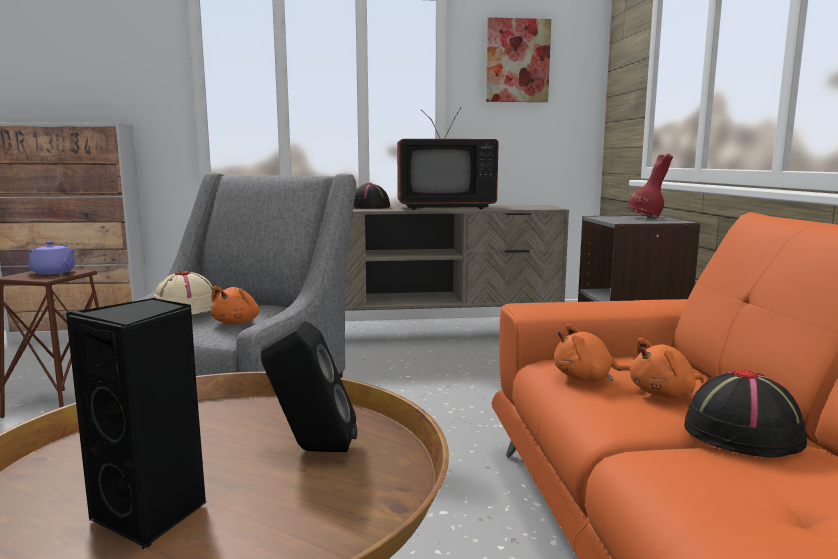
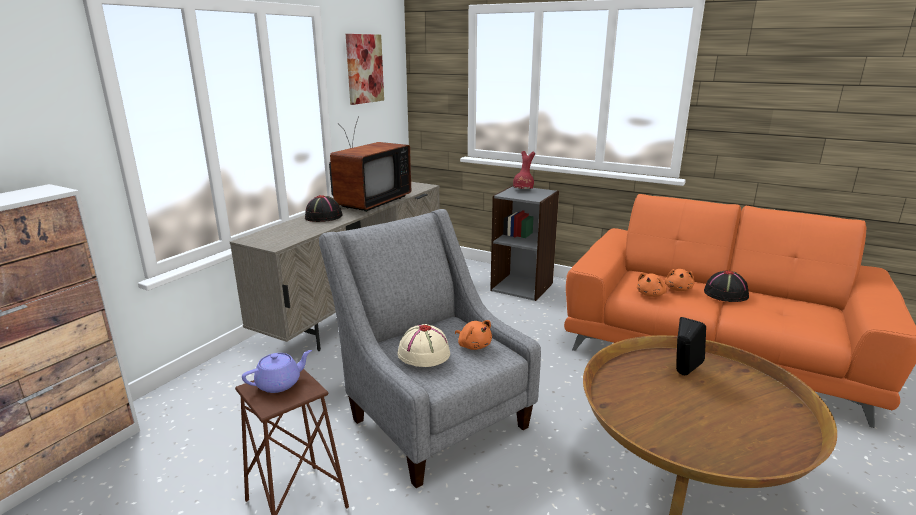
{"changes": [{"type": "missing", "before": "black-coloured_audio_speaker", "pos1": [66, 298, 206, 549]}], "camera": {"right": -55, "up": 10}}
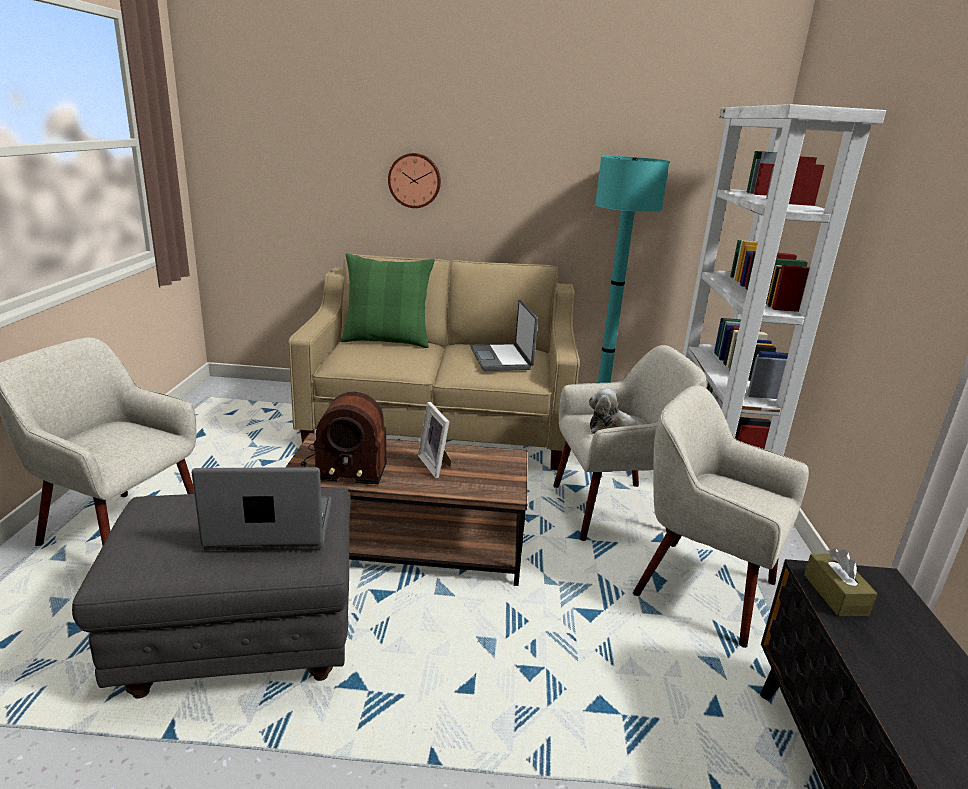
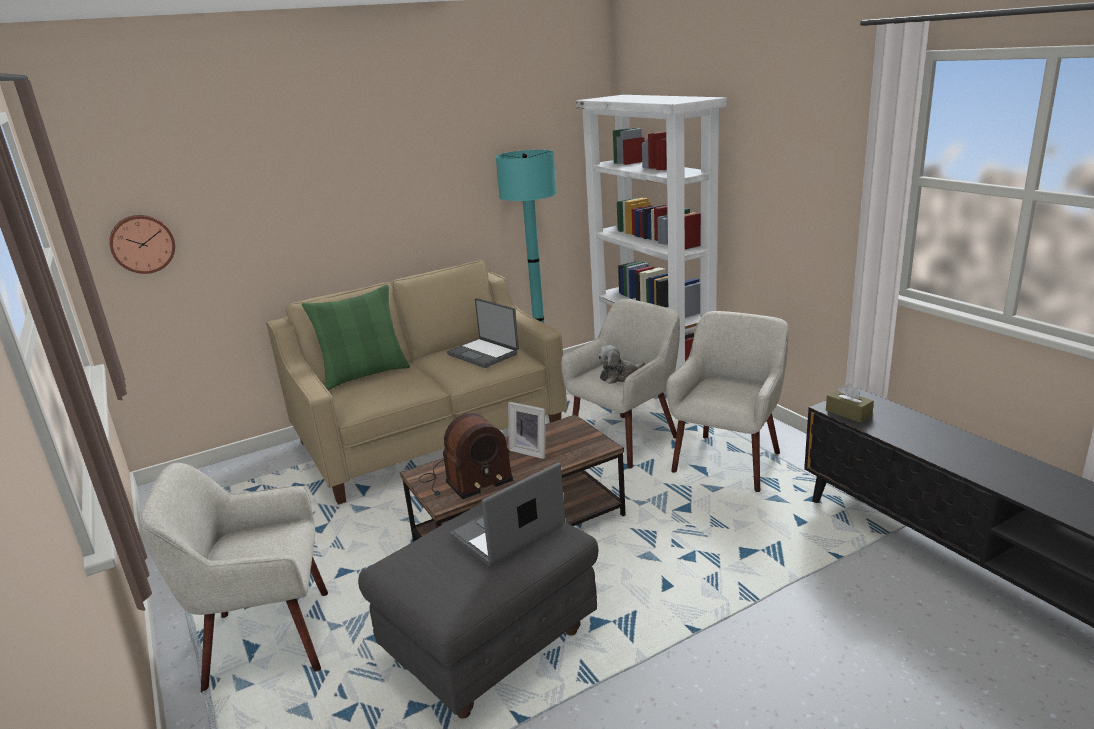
{"changes": [{"type": "relocated", "before": "clock_on_the_wall", "pos1": [388, 153, 441, 208], "pos2": [109, 215, 175, 274]}, {"type": "spun", "before": "sand-coloured_armchair", "pos1": [633, 385, 809, 648], "pos2": [666, 311, 789, 492], "turn": 120}], "camera": {"right": -30, "up": 0}}
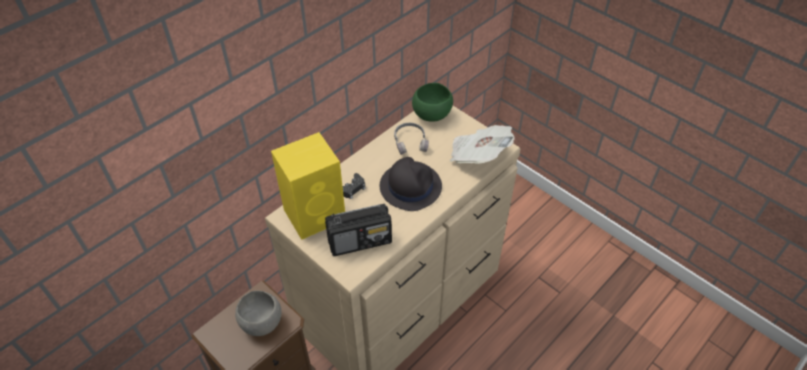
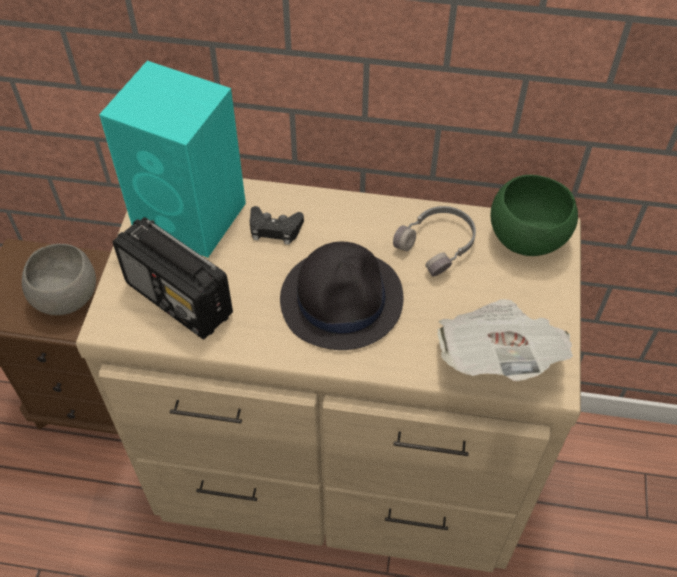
{"changes": [{"type": "colour", "before": "yellowish_audio_speaker", "after": "turquoise_audio_speaker", "pos1": [271, 132, 345, 240], "pos2": [99, 61, 246, 258]}], "camera": {"right": 55, "up": 5}}
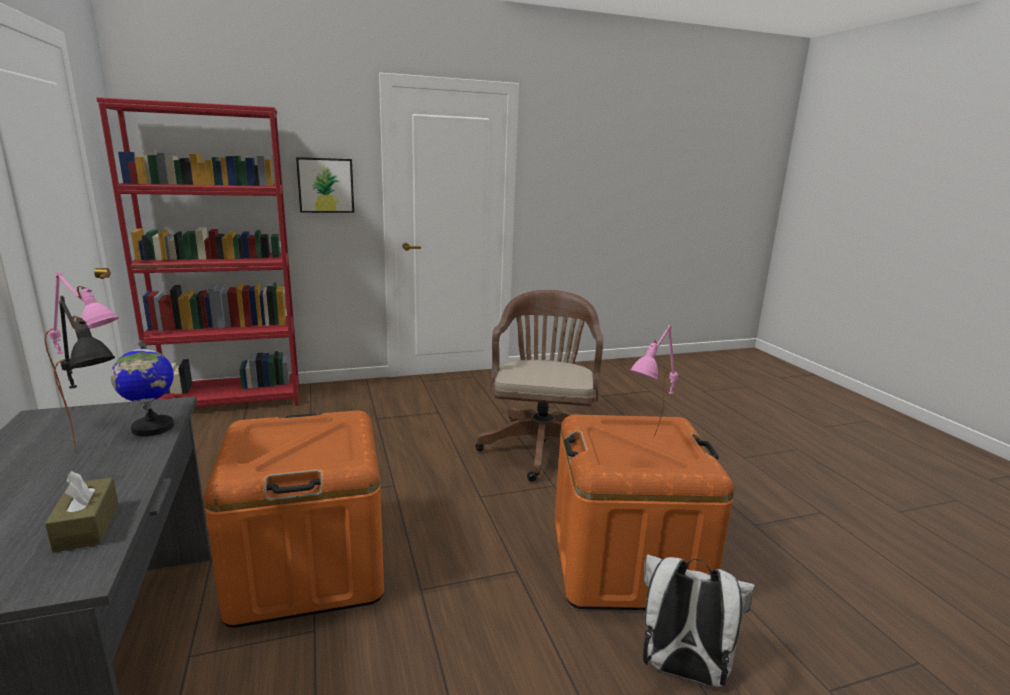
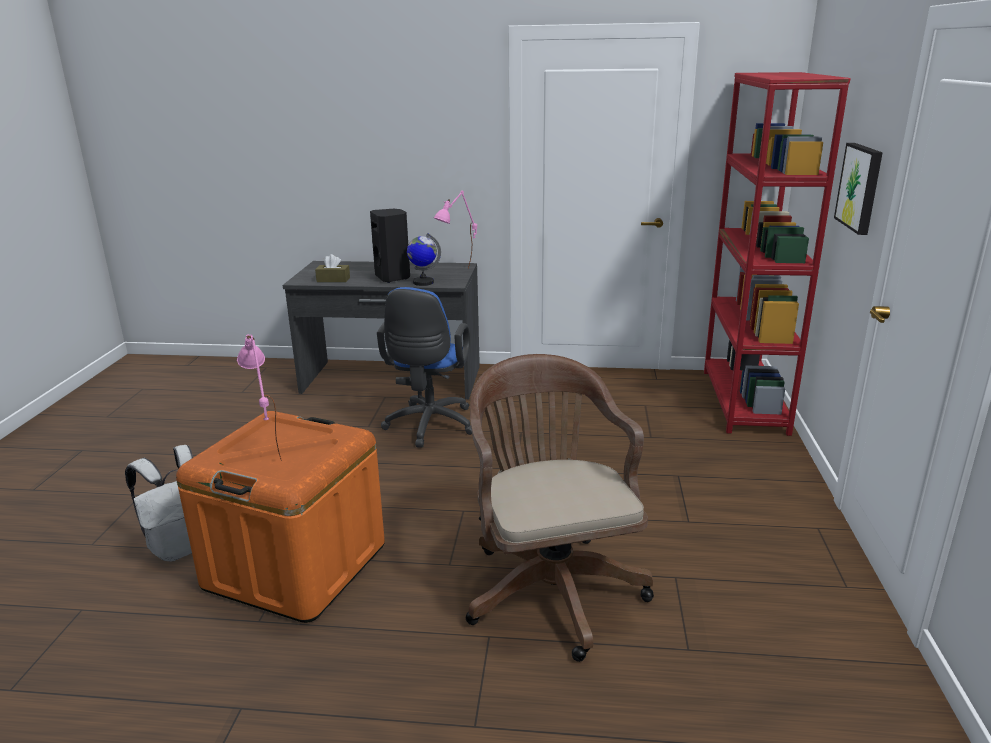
{"changes": [{"type": "exchanged", "before": "black-coloured_lamp_for_a_table", "after": "black-coloured_audio_speaker", "pos1": [54, 296, 115, 453], "pos2": [370, 209, 410, 283]}, {"type": "exchanged", "before": "orange_storage_box", "after": "blue-coloured_desk_chair", "pos1": [203, 410, 384, 628], "pos2": [377, 287, 472, 448]}, {"type": "spun", "before": "brown_desk_chair", "pos1": [475, 290, 603, 482], "pos2": [466, 354, 654, 662], "turn": -135}], "camera": {"right": 115, "up": 5}}
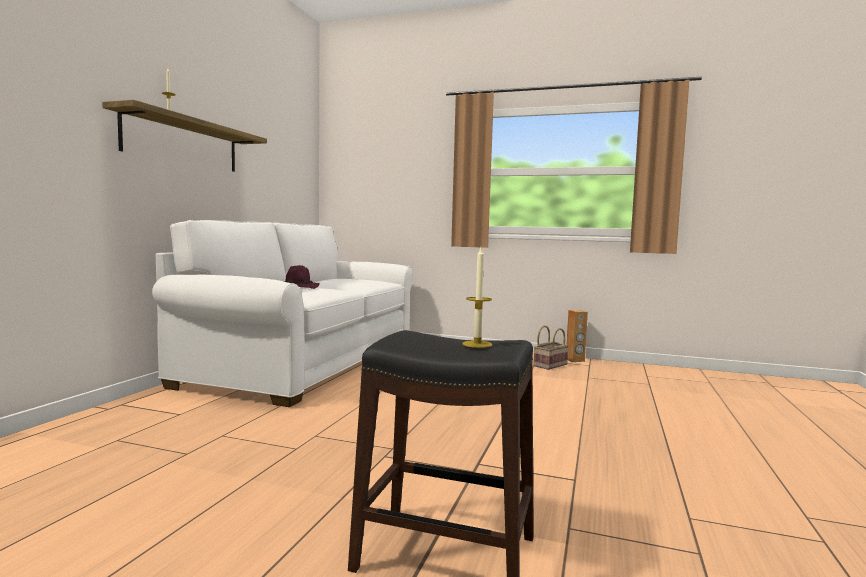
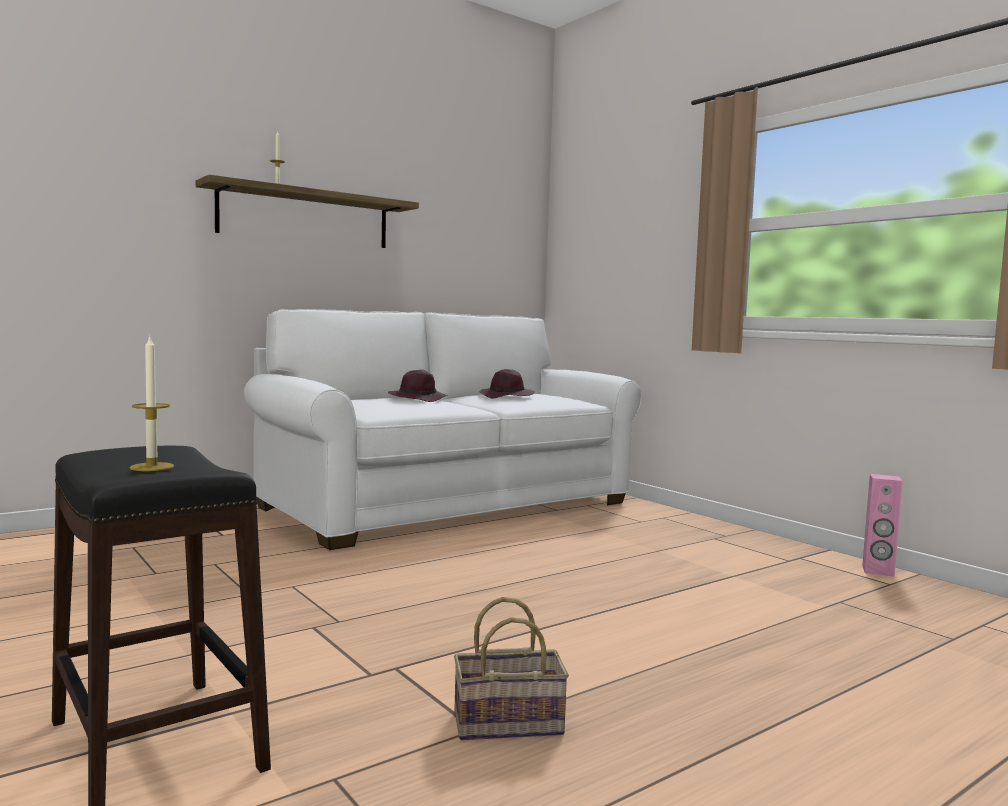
{"changes": [{"type": "appeared", "after": "purplish_clothing_hat", "pos2": [480, 369, 535, 398]}, {"type": "relocated", "before": "storage_basket", "pos1": [533, 326, 569, 370], "pos2": [454, 597, 569, 740]}, {"type": "colour", "before": "brown_audio_speaker", "after": "pink_audio_speaker", "pos1": [567, 310, 588, 362], "pos2": [862, 474, 903, 577]}], "camera": {"right": 35, "up": 0}}
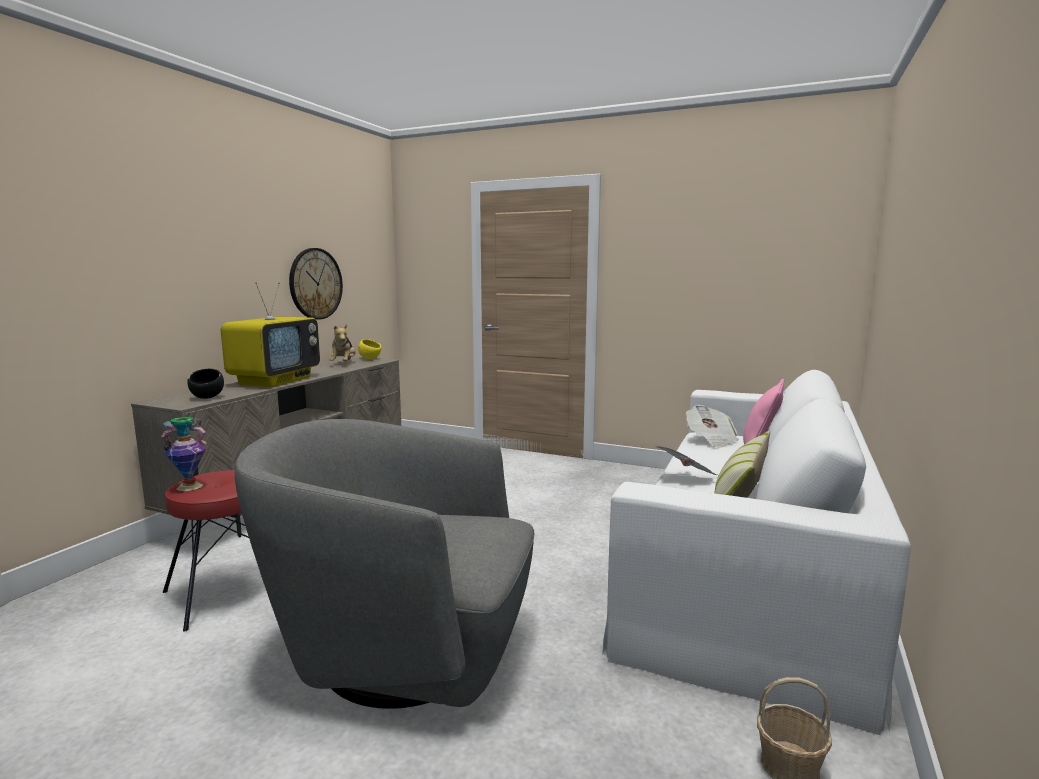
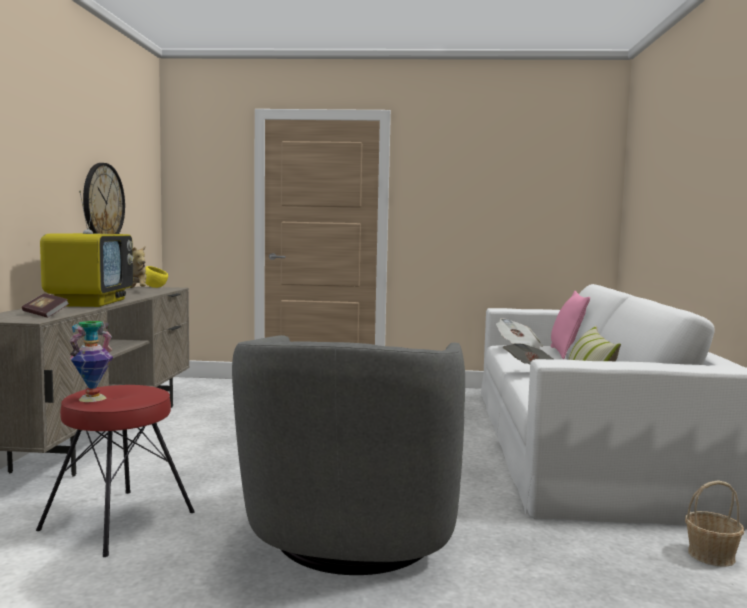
{"changes": [{"type": "exchanged", "before": "black-coloured_serving_bowl", "after": "volume", "pos1": [187, 369, 224, 399], "pos2": [22, 294, 69, 318]}, {"type": "spun", "before": "grey_armchair", "pos1": [235, 419, 534, 709], "pos2": [232, 335, 465, 575], "turn": -75}], "camera": {"right": -20, "up": -5}}
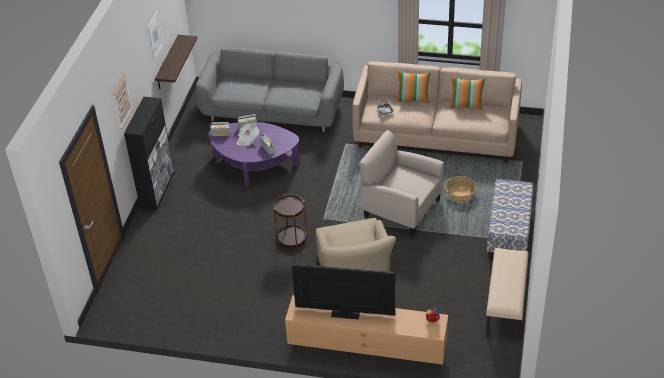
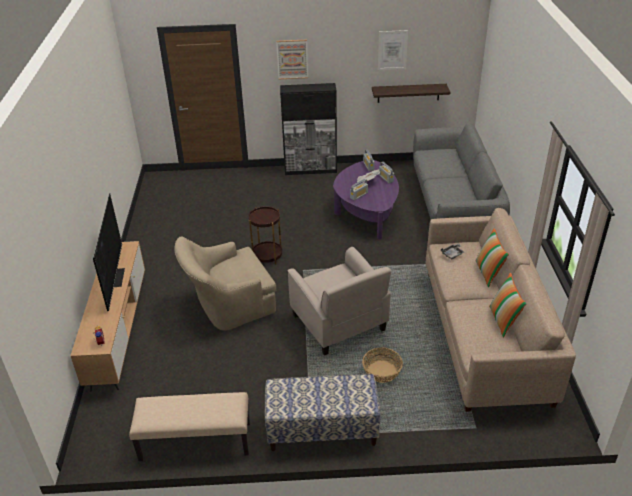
{"changes": [{"type": "spun", "before": "sand-coloured_armchair", "pos1": [359, 130, 444, 236], "pos2": [288, 247, 391, 356], "turn": 135}], "camera": {"right": 75, "up": -5}}
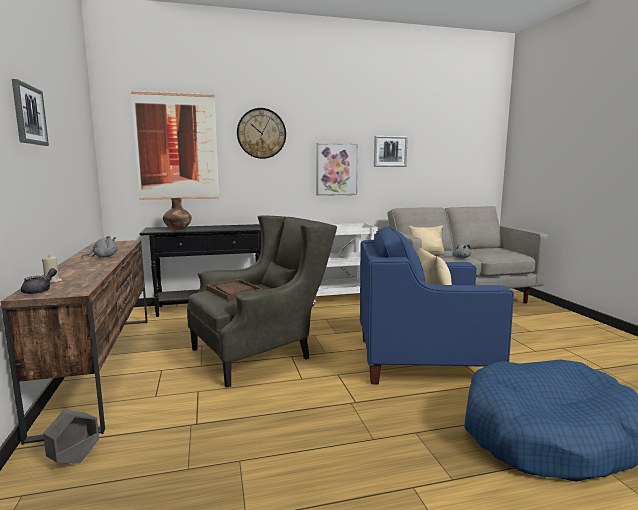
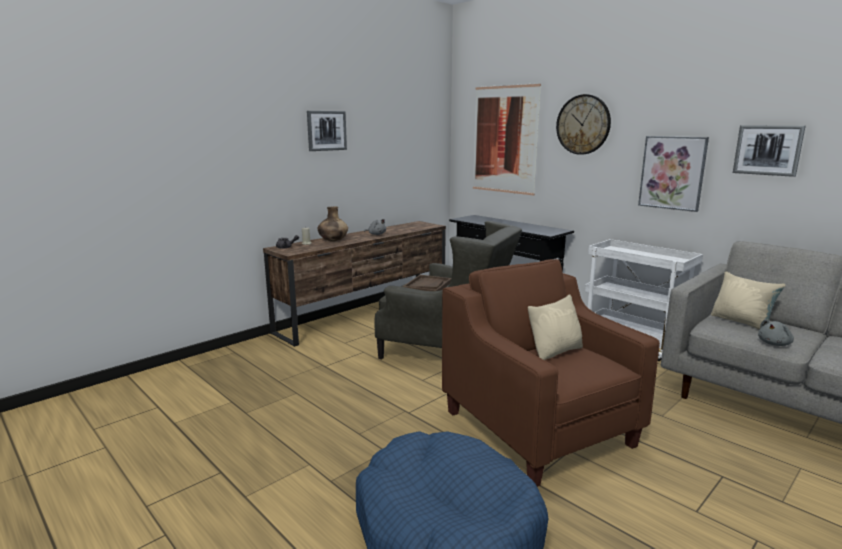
{"changes": [{"type": "missing", "before": "grey_flower_pot", "pos1": [43, 410, 99, 463]}, {"type": "relocated", "before": "brown_decorative_vase", "pos1": [163, 198, 192, 230], "pos2": [317, 207, 348, 242]}, {"type": "colour", "before": "blue-coloured_armchair", "after": "brown_armchair", "pos1": [360, 226, 514, 384], "pos2": [442, 259, 660, 487]}], "camera": {"right": 60, "up": 5}}
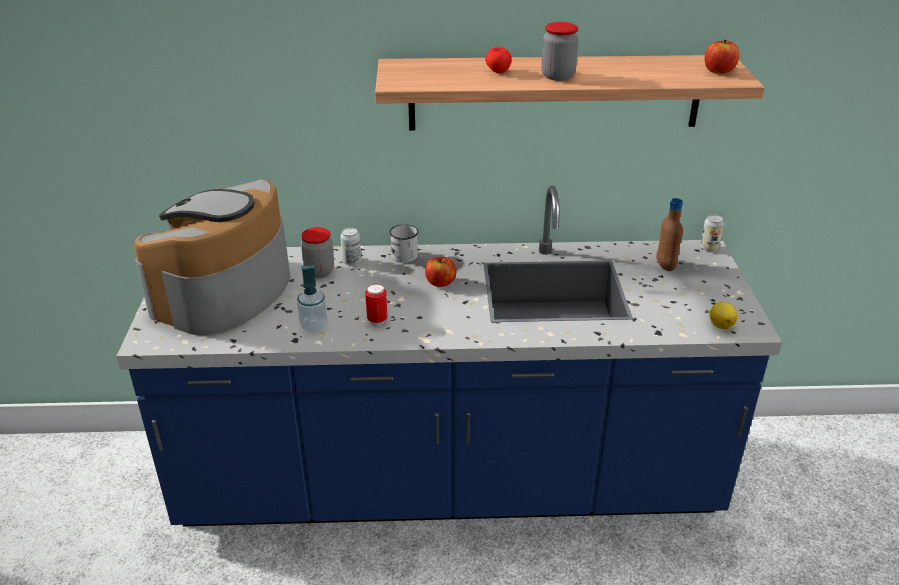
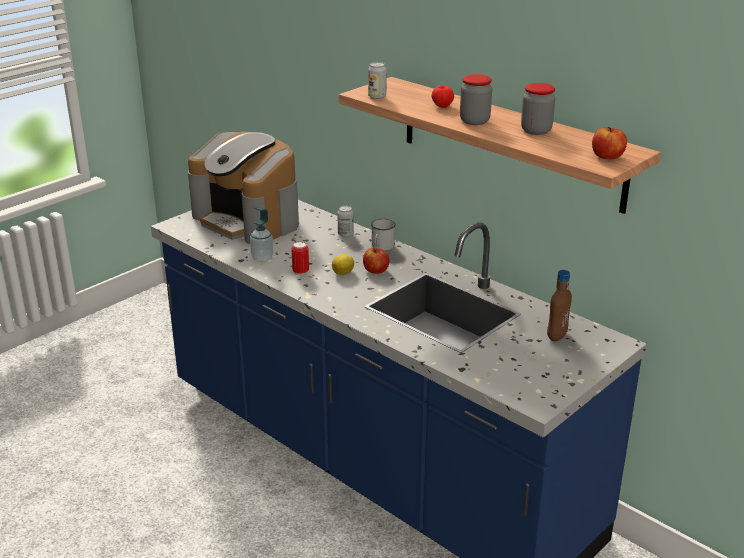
{"changes": [{"type": "relocated", "before": "jar", "pos1": [301, 227, 334, 278], "pos2": [521, 83, 555, 135]}, {"type": "relocated", "before": "metal_can", "pos1": [700, 215, 724, 252], "pos2": [368, 62, 387, 99]}, {"type": "relocated", "before": "lemon", "pos1": [709, 302, 737, 329], "pos2": [332, 254, 354, 275]}, {"type": "spun", "before": "coffee_maker", "pos1": [134, 180, 290, 335], "pos2": [188, 131, 299, 244], "turn": -120}], "camera": {"right": 45, "up": -5}}
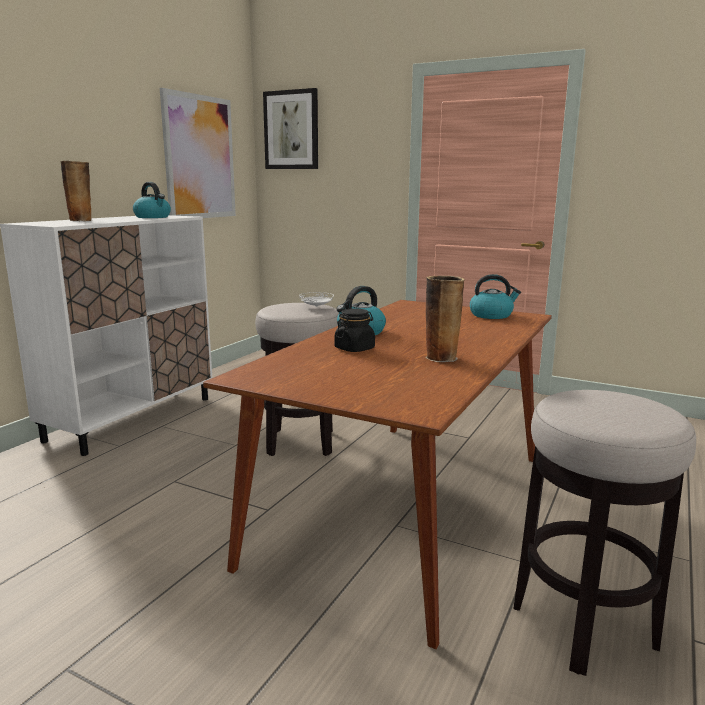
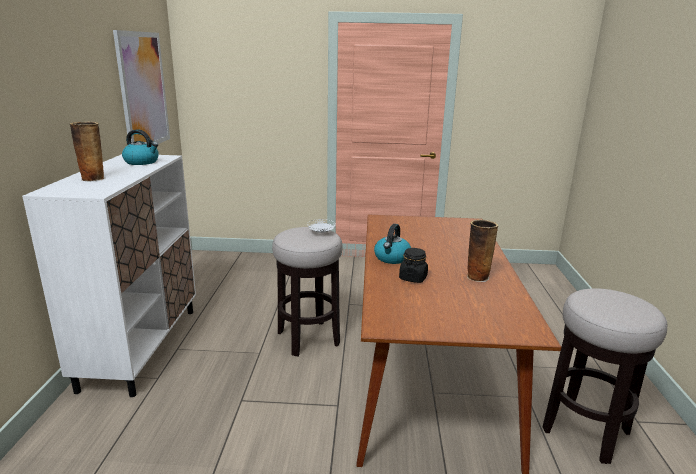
{"changes": [{"type": "missing", "before": "wall_art", "pos1": [263, 88, 318, 169]}, {"type": "missing", "before": "kettle", "pos1": [470, 274, 521, 319]}], "camera": {"right": -25, "up": 5}}
